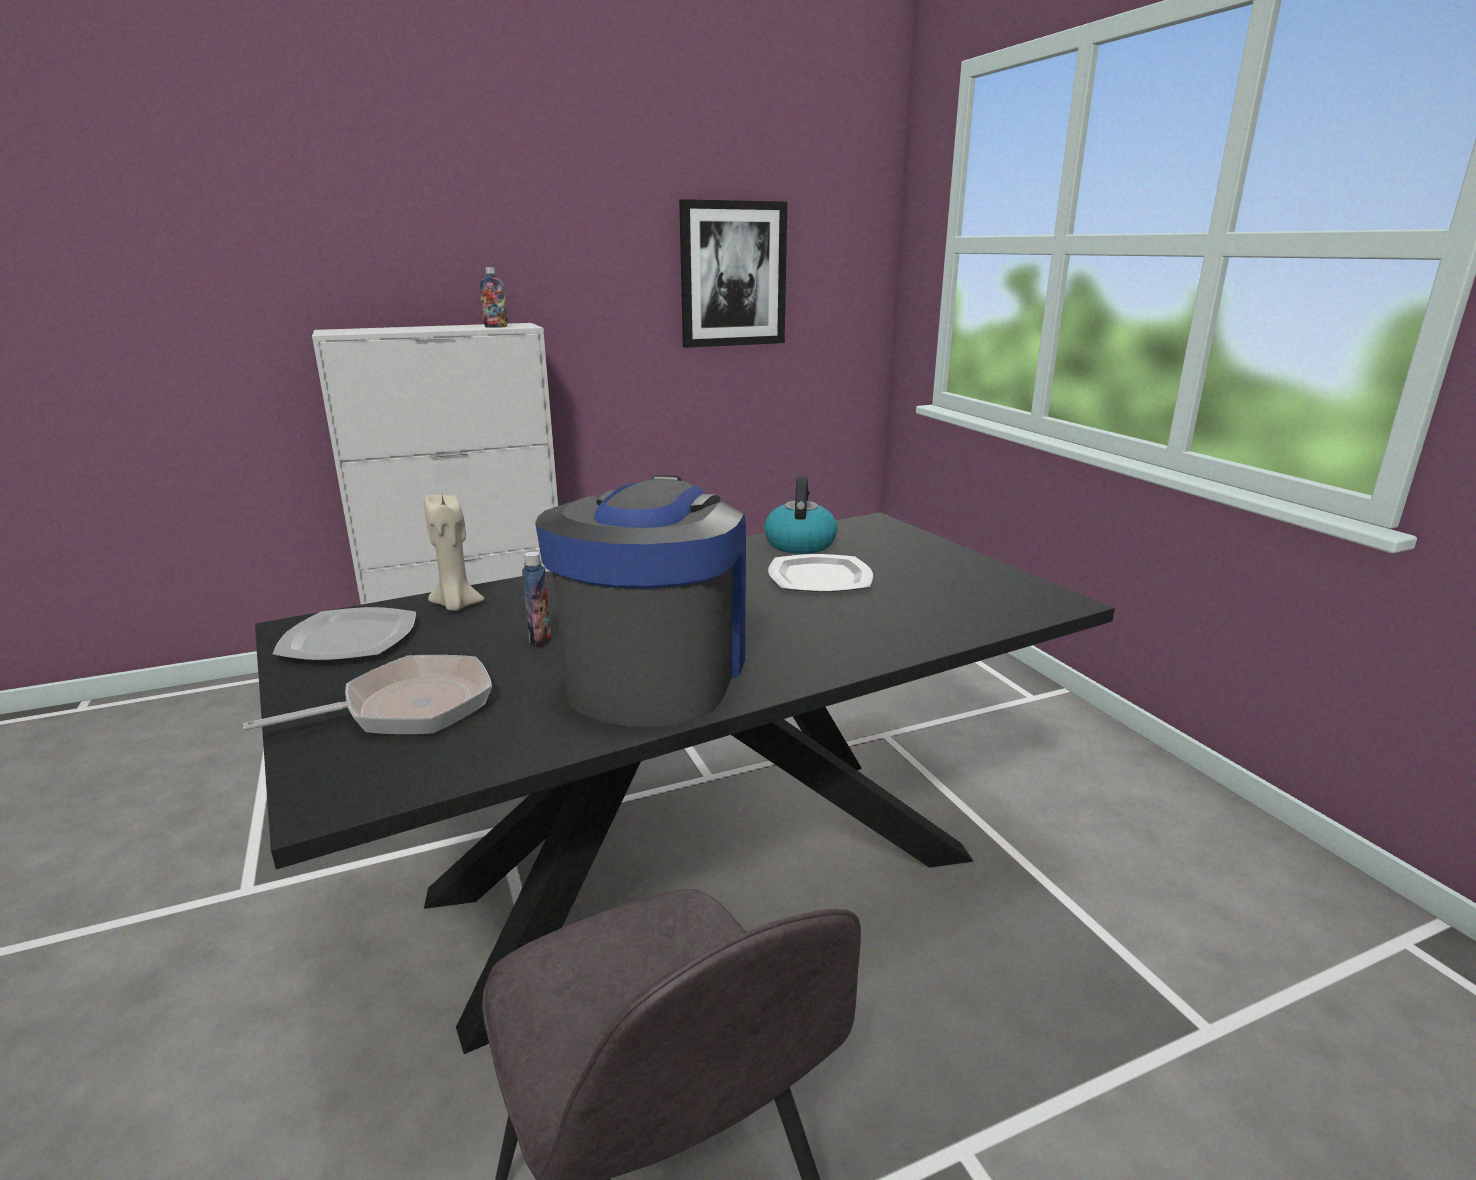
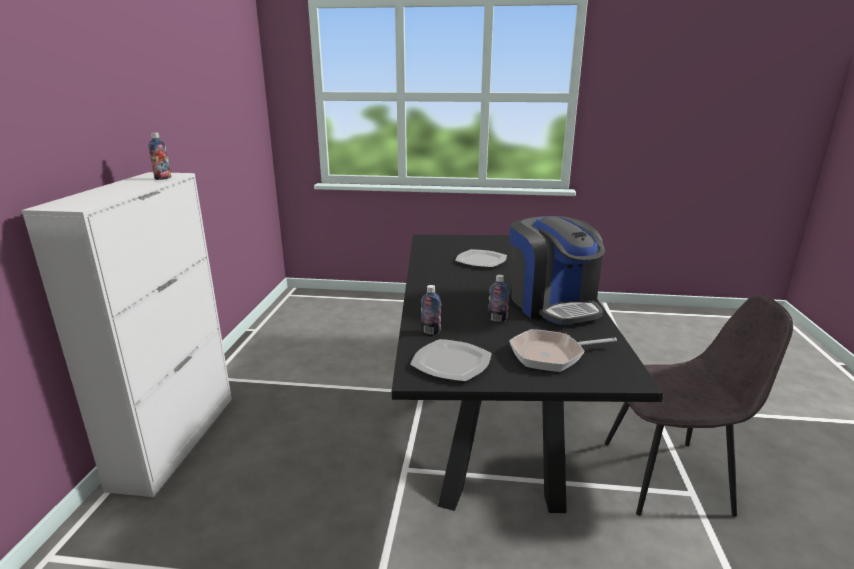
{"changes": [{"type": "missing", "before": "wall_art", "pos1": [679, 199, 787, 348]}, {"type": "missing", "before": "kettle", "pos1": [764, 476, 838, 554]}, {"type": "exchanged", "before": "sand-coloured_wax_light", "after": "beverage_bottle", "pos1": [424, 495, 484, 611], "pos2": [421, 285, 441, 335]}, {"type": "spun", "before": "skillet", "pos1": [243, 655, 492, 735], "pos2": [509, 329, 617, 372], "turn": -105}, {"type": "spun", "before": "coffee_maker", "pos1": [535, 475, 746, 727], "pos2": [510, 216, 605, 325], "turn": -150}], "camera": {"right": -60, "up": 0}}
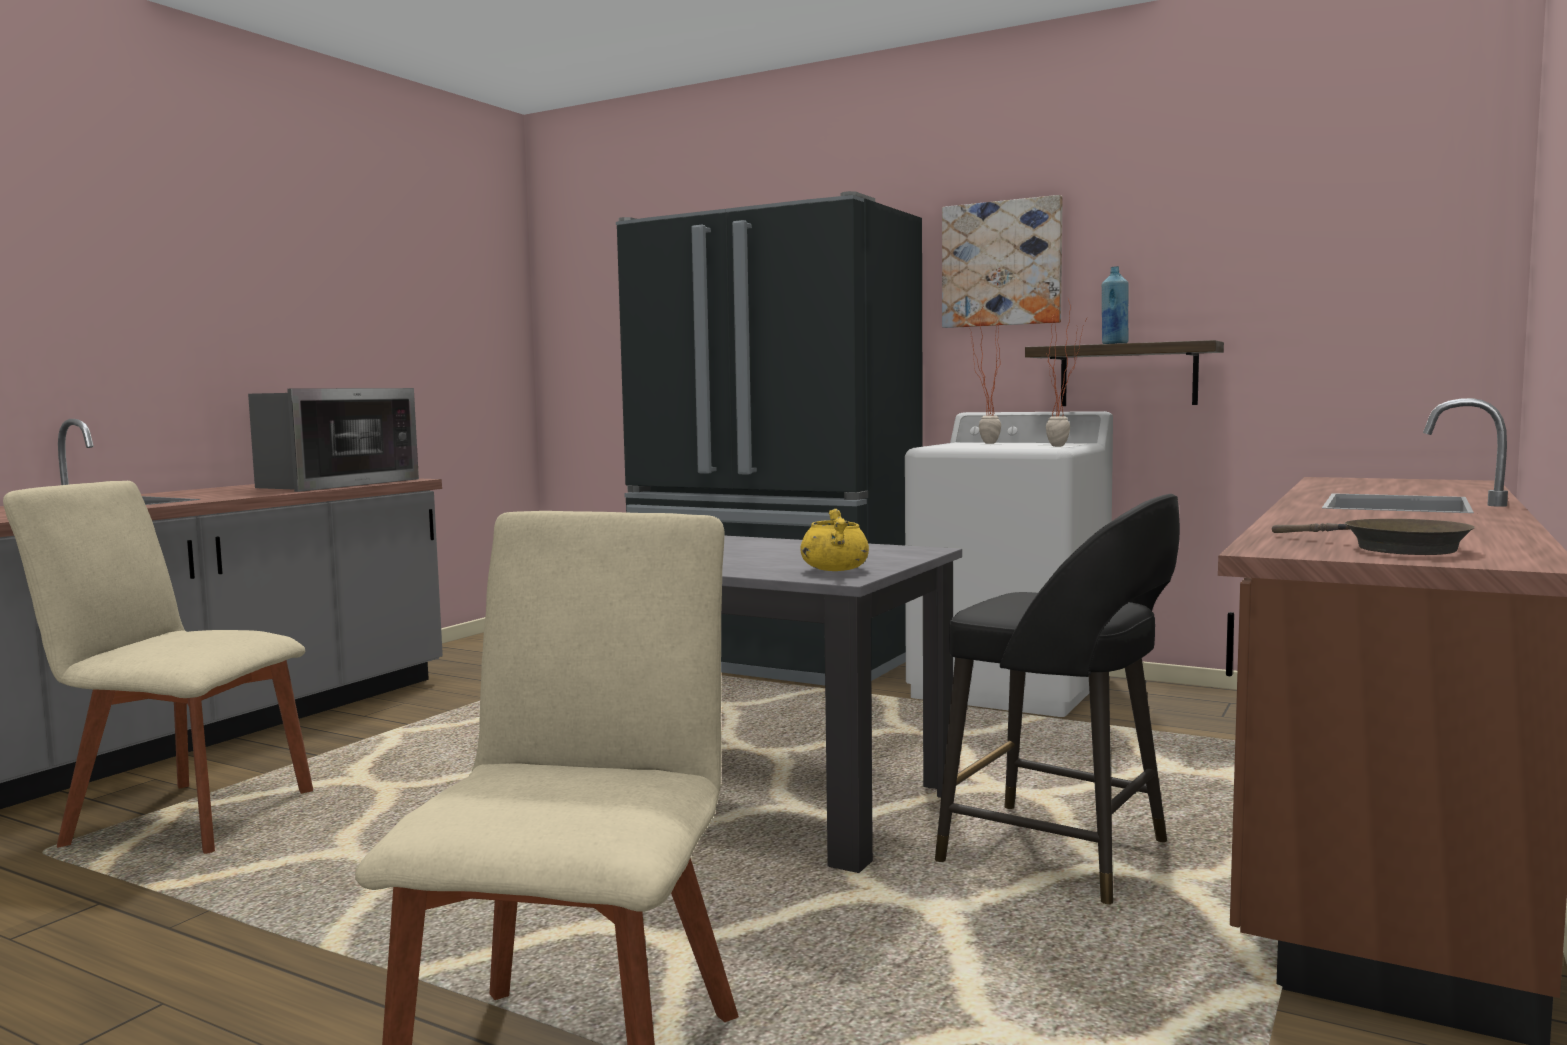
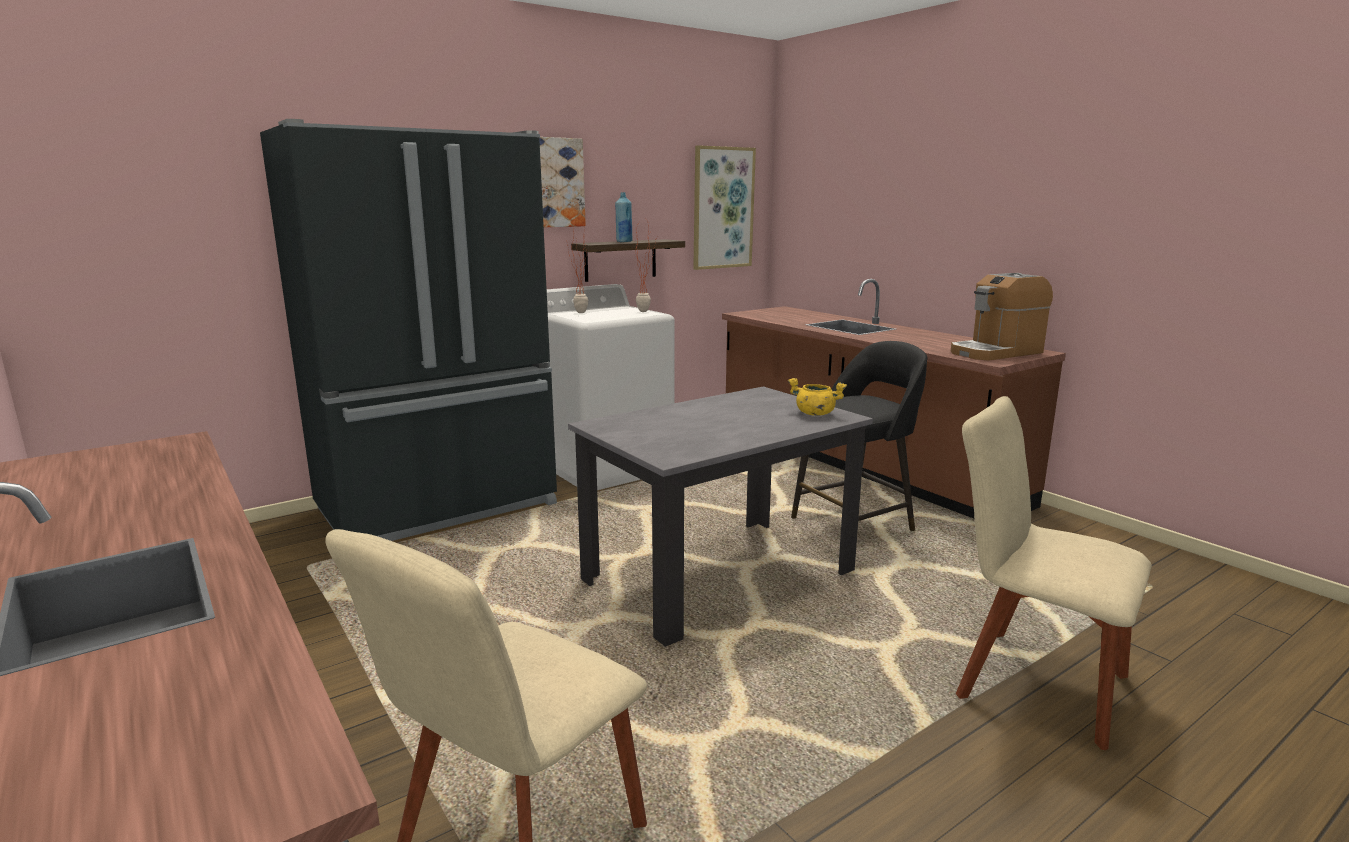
{"changes": [{"type": "missing", "before": "microwave", "pos1": [248, 388, 419, 492]}, {"type": "appeared", "after": "wall_art", "pos2": [693, 145, 756, 270]}, {"type": "exchanged", "before": "brown_skillet", "after": "coffee_maker", "pos1": [1272, 519, 1475, 555], "pos2": [951, 273, 1053, 361]}], "camera": {"right": -65, "up": 10}}
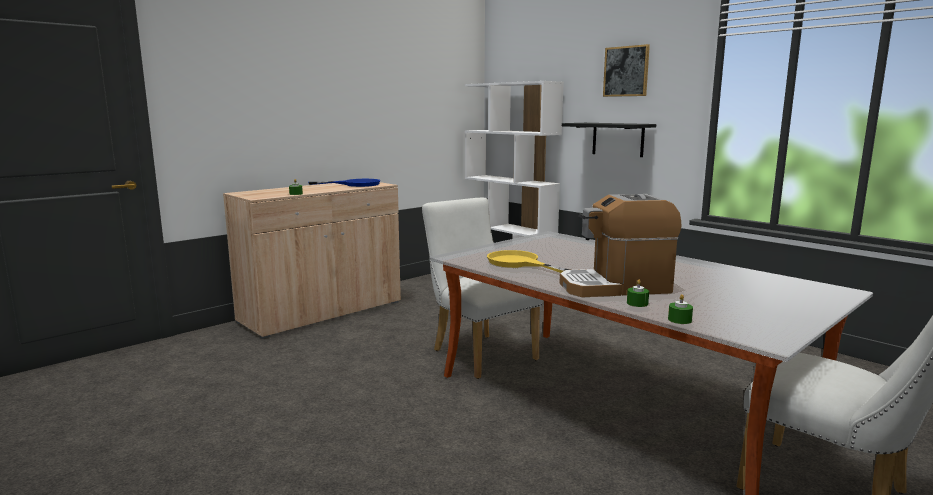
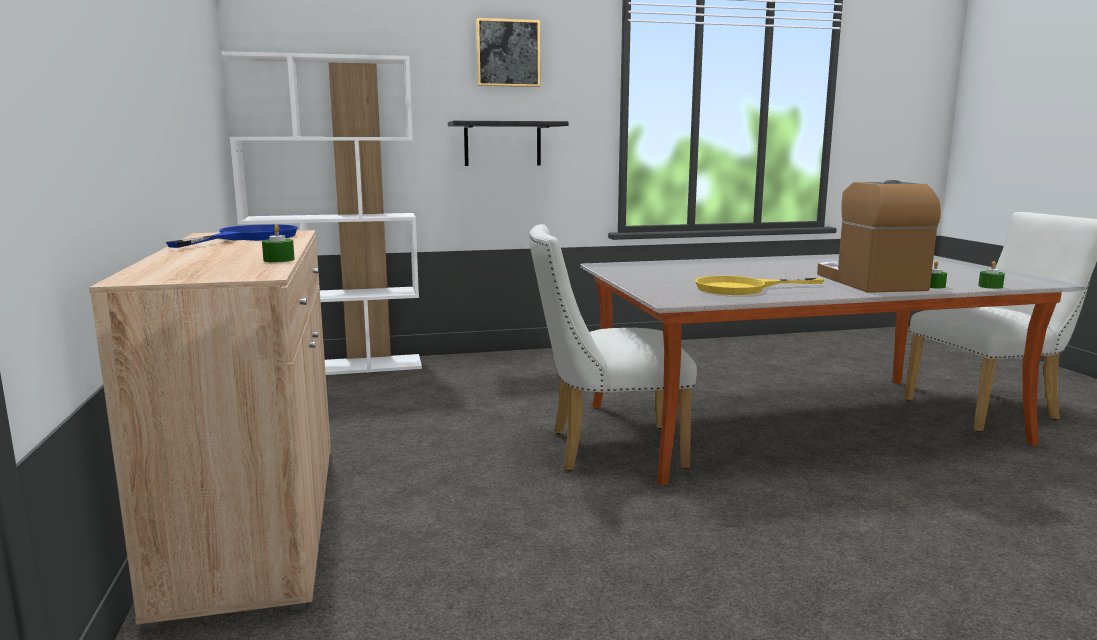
{"changes": [{"type": "spun", "before": "coffee_maker", "pos1": [560, 194, 682, 297], "pos2": [817, 180, 941, 293], "turn": 150}], "camera": {"right": -60, "up": 0}}
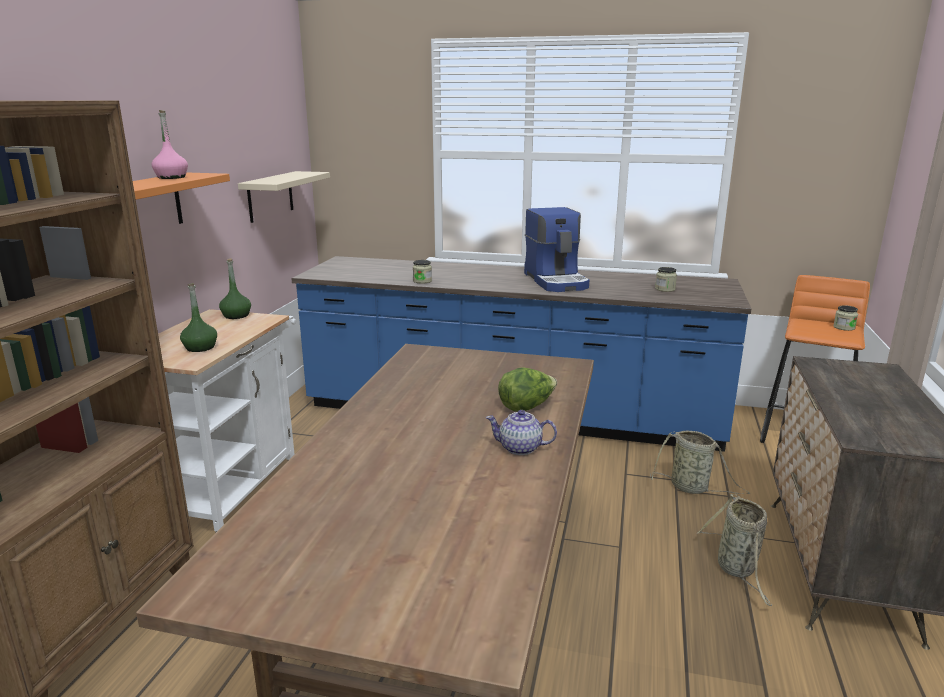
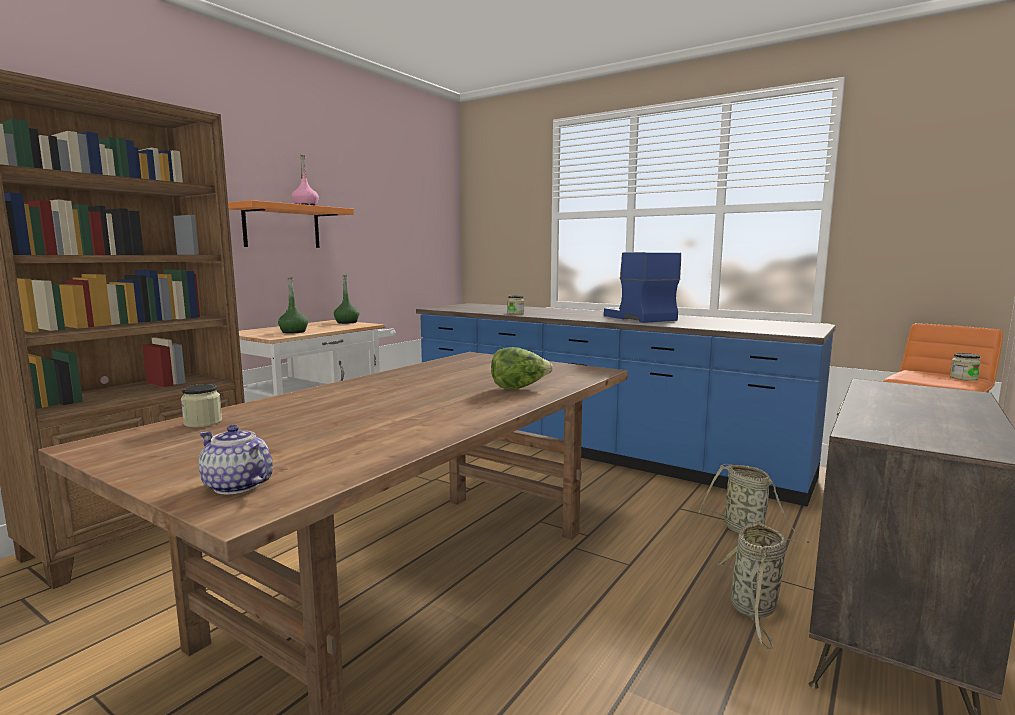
{"changes": [{"type": "missing", "before": "sand-coloured_bracket_shelf", "pos1": [238, 171, 330, 223]}, {"type": "relocated", "before": "tea_pot", "pos1": [486, 410, 557, 455], "pos2": [199, 425, 273, 495]}, {"type": "relocated", "before": "jar", "pos1": [655, 267, 677, 292], "pos2": [181, 384, 222, 428]}, {"type": "spun", "before": "coffee_maker", "pos1": [524, 207, 589, 292], "pos2": [604, 252, 681, 323], "turn": 150}], "camera": {"right": 20, "up": -10}}
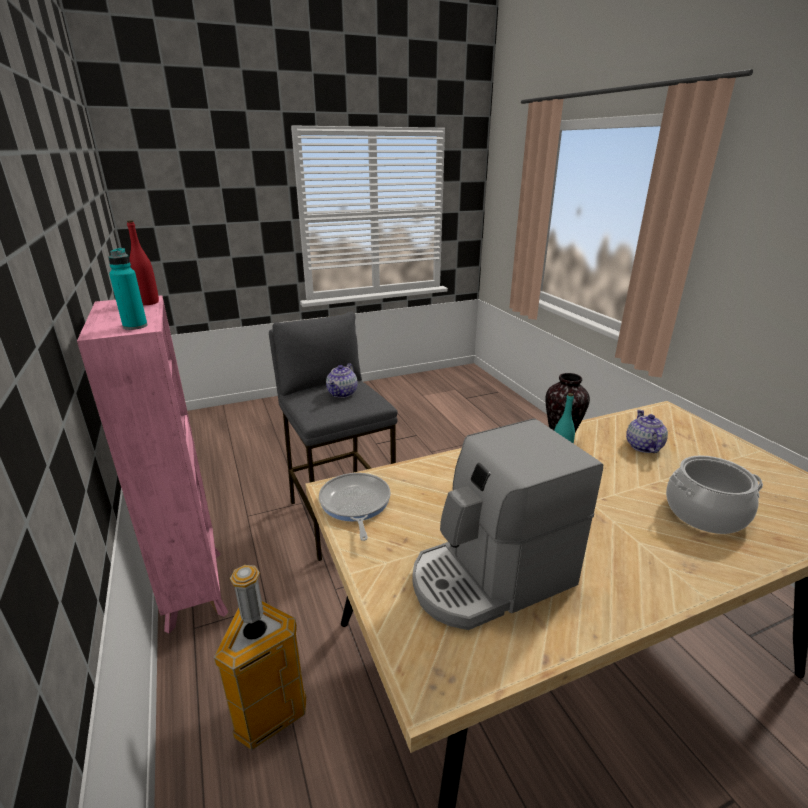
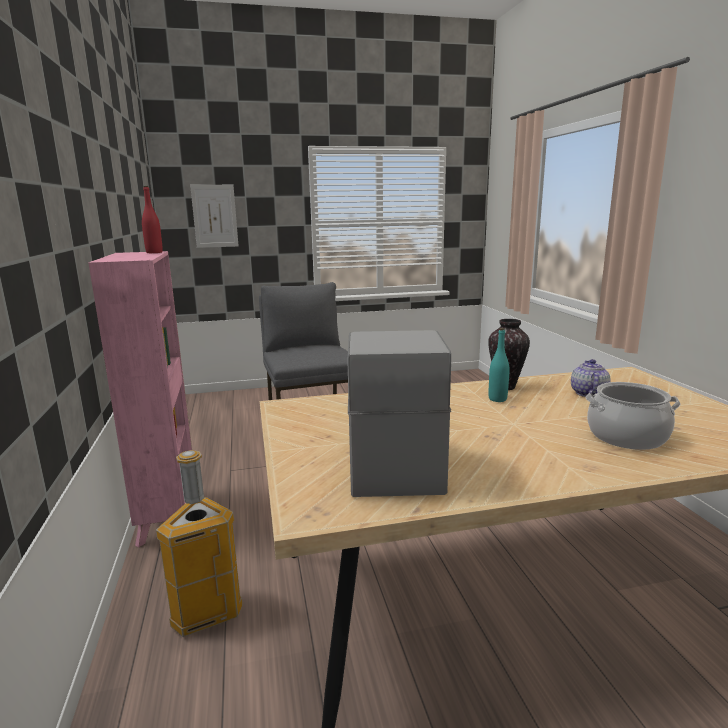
{"changes": [{"type": "missing", "before": "turquoise_beverage_bottle", "pos1": [108, 248, 148, 330]}, {"type": "missing", "before": "skillet", "pos1": [319, 473, 391, 541]}, {"type": "missing", "before": "tea_pot", "pos1": [326, 363, 357, 398]}, {"type": "appeared", "after": "wall_art", "pos2": [190, 185, 239, 248]}, {"type": "spun", "before": "coffee_maker", "pos1": [412, 419, 603, 630], "pos2": [347, 330, 451, 497], "turn": 105}], "camera": {"right": 10, "up": -10}}
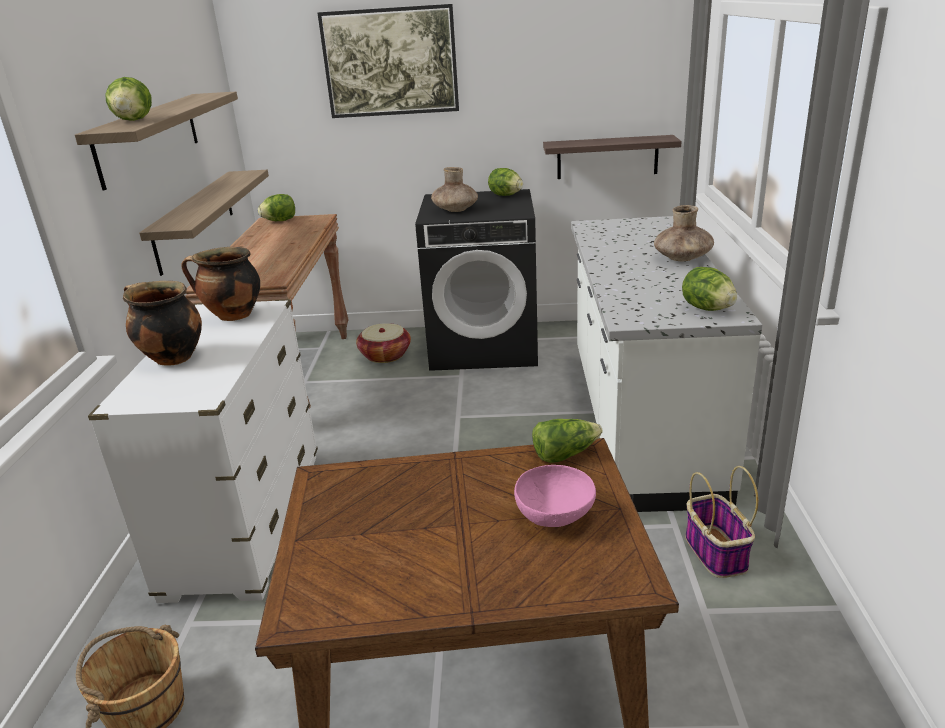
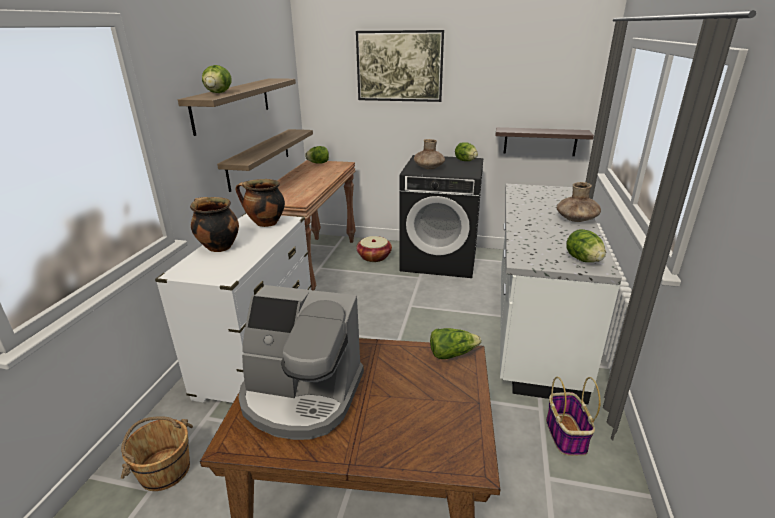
{"changes": [{"type": "missing", "before": "pink_serving_bowl", "pos1": [514, 465, 596, 527]}, {"type": "appeared", "after": "coffee_maker", "pos2": [238, 285, 364, 440]}], "camera": {"right": 10, "up": 0}}
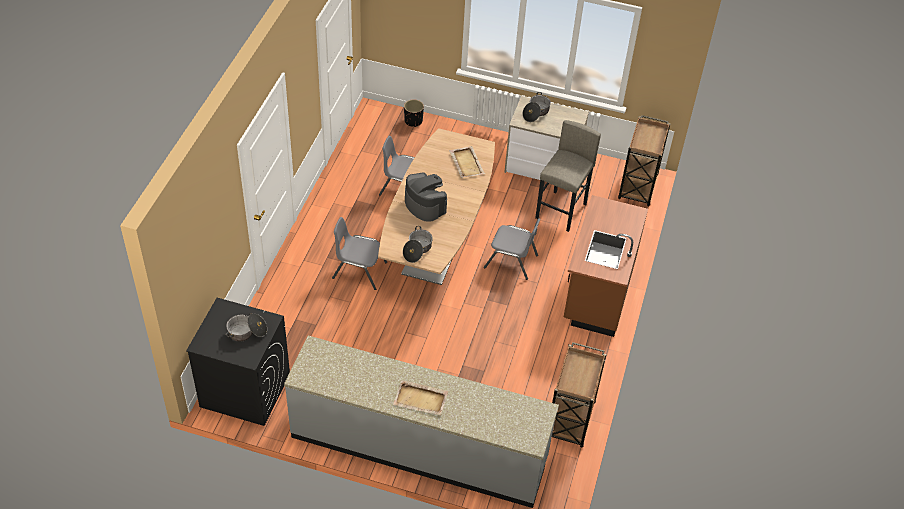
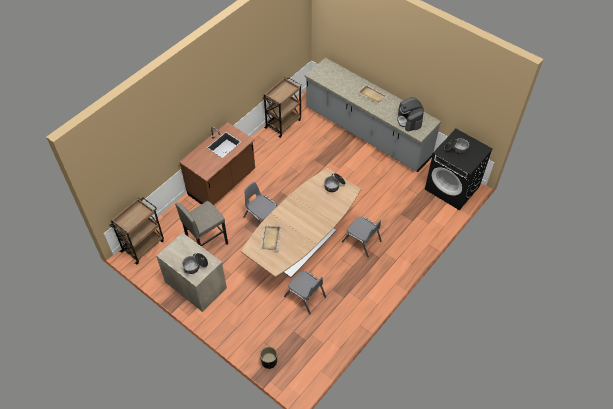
{"changes": [{"type": "relocated", "before": "coffee_maker", "pos1": [405, 173, 447, 222], "pos2": [397, 97, 424, 131]}], "camera": {"right": -155, "up": 5}}
